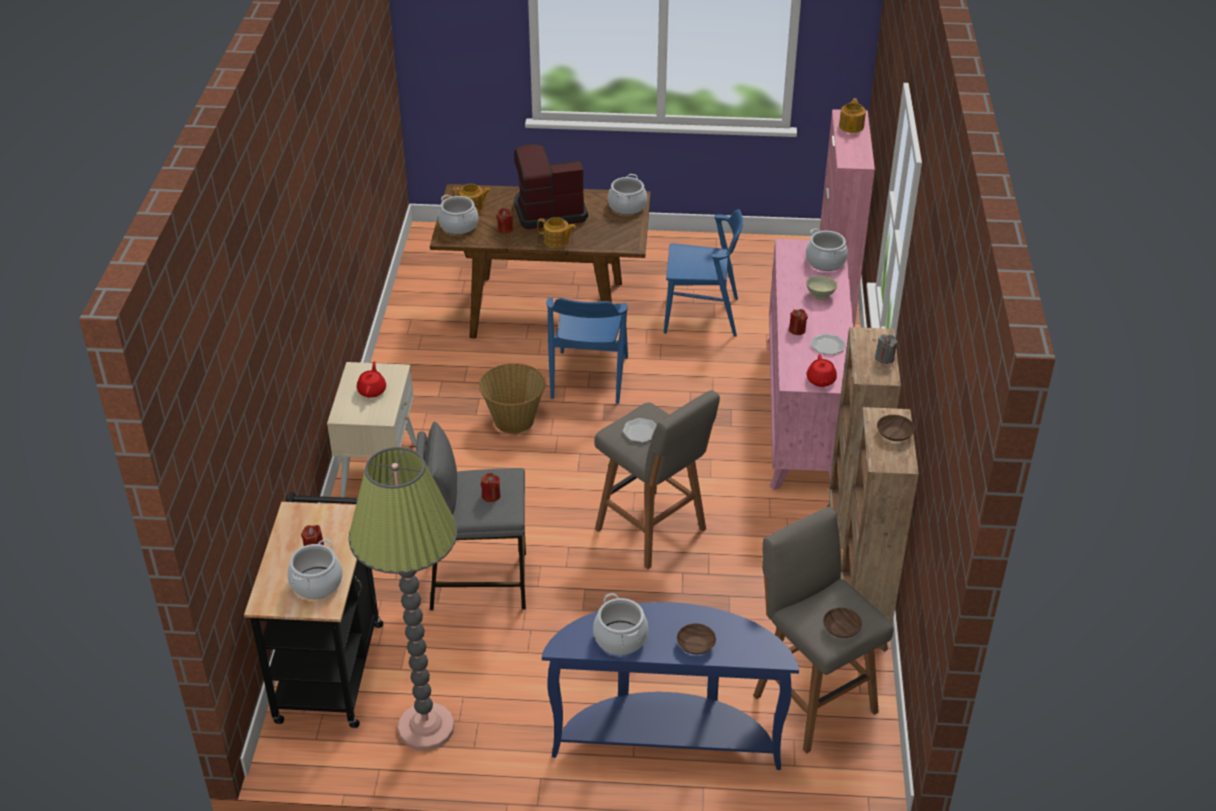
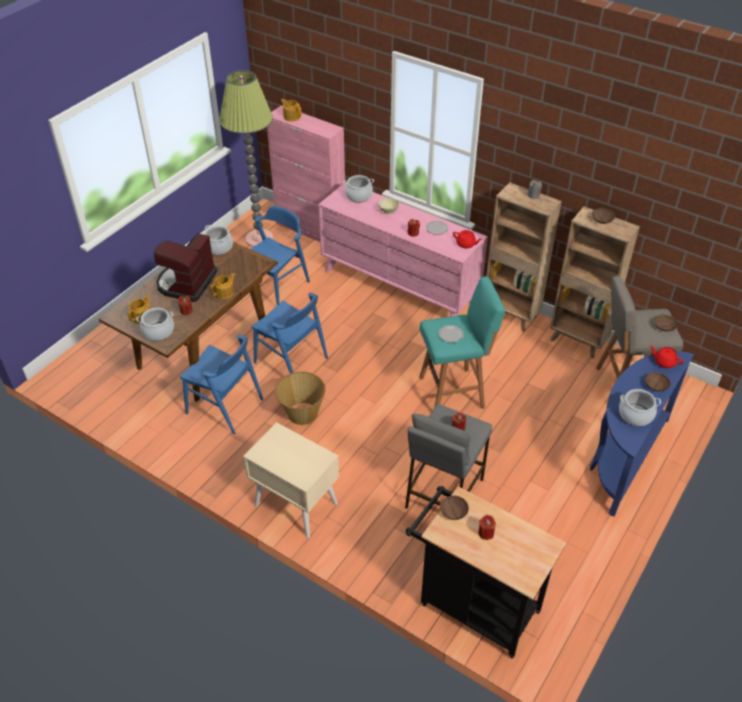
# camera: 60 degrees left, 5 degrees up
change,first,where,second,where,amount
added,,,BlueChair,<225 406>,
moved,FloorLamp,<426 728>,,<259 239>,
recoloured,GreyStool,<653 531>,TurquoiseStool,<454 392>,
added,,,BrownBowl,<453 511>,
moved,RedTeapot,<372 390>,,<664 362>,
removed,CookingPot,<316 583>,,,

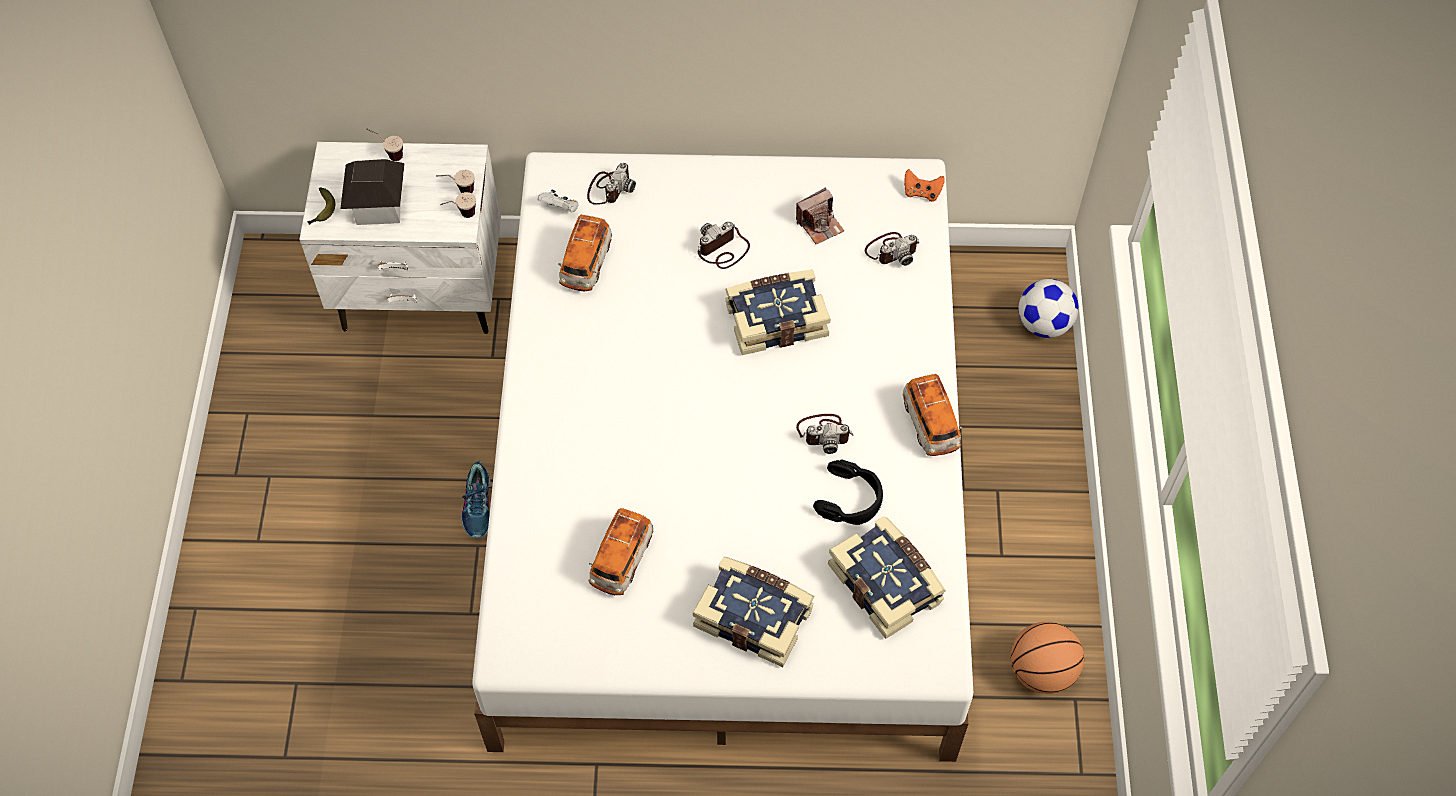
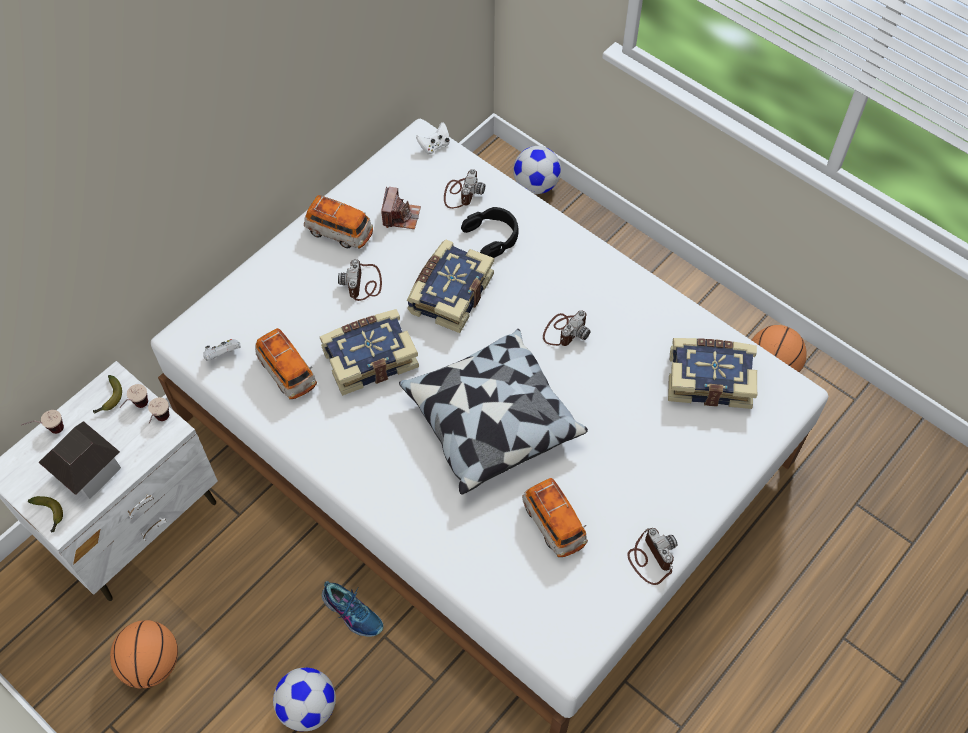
# camera: 50 degrees left, 0 degrees up
change,first,where,second,where,amount
added,,,Banana,<109 399>,
added,,,Basketball,<152 664>,
added,,,Football,<308 707>,
moved,ToyCar,<930 424>,,<339 232>,
moved,Book,<754 616>,,<369 357>,
added,,,Pillow,<490 420>,
recoloured,OrangeGameController,<922 193>,WhiteGameController,<434 146>,
moved,BlackHeadphones,<850 499>,,<493 236>,
moved,PhotoCamera,<609 188>,,<650 558>,

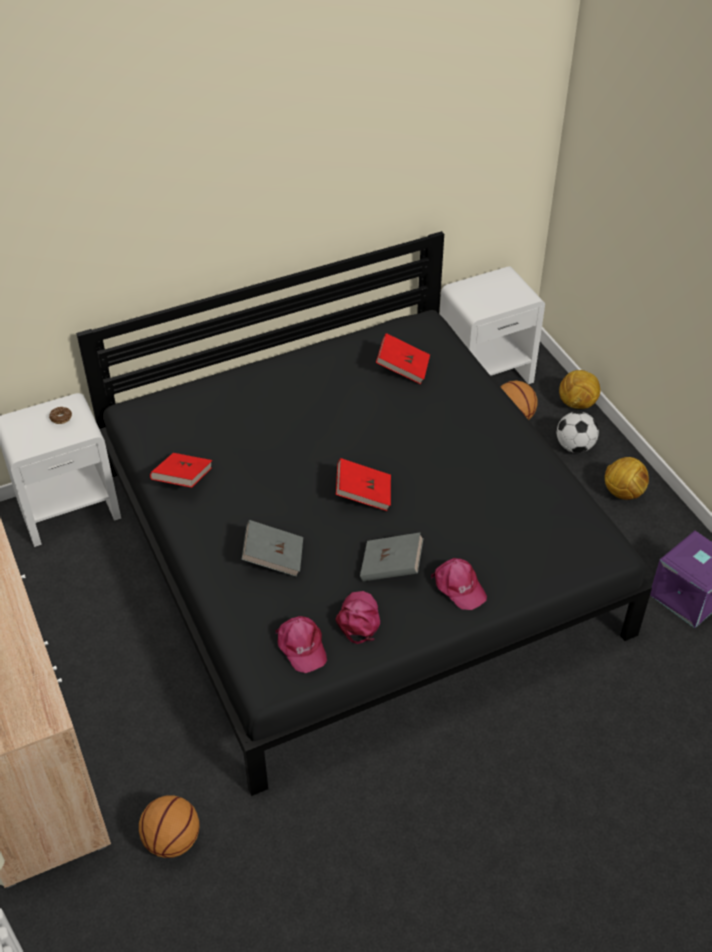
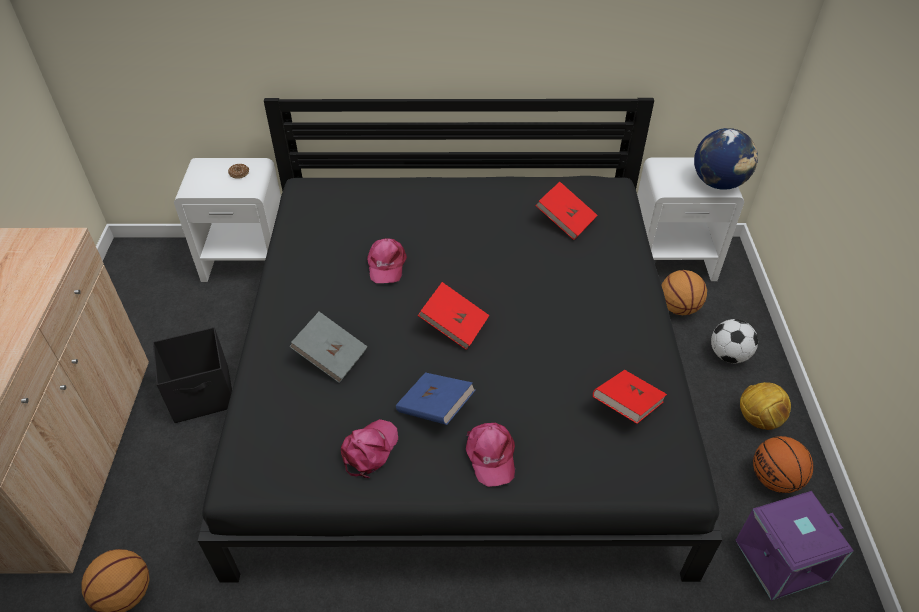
# camera: 25 degrees right, 0 degrees up
change,first,where,second,where,amount
added,,,BlackStorageBox,<203 394>,
moved,PinkCap,<301 646>,,<386 265>,
recoloured,GreyBook,<391 567>,BlueBook,<435 408>,
moved,RedBook,<183 480>,,<626 405>,
added,,,Globe,<718 183>,
added,,,Basketball,<774 479>,
removed,Football,<577 404>,,,

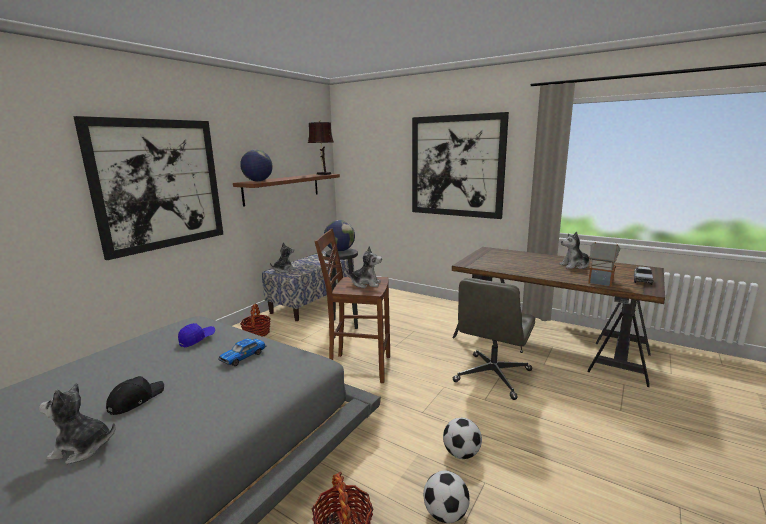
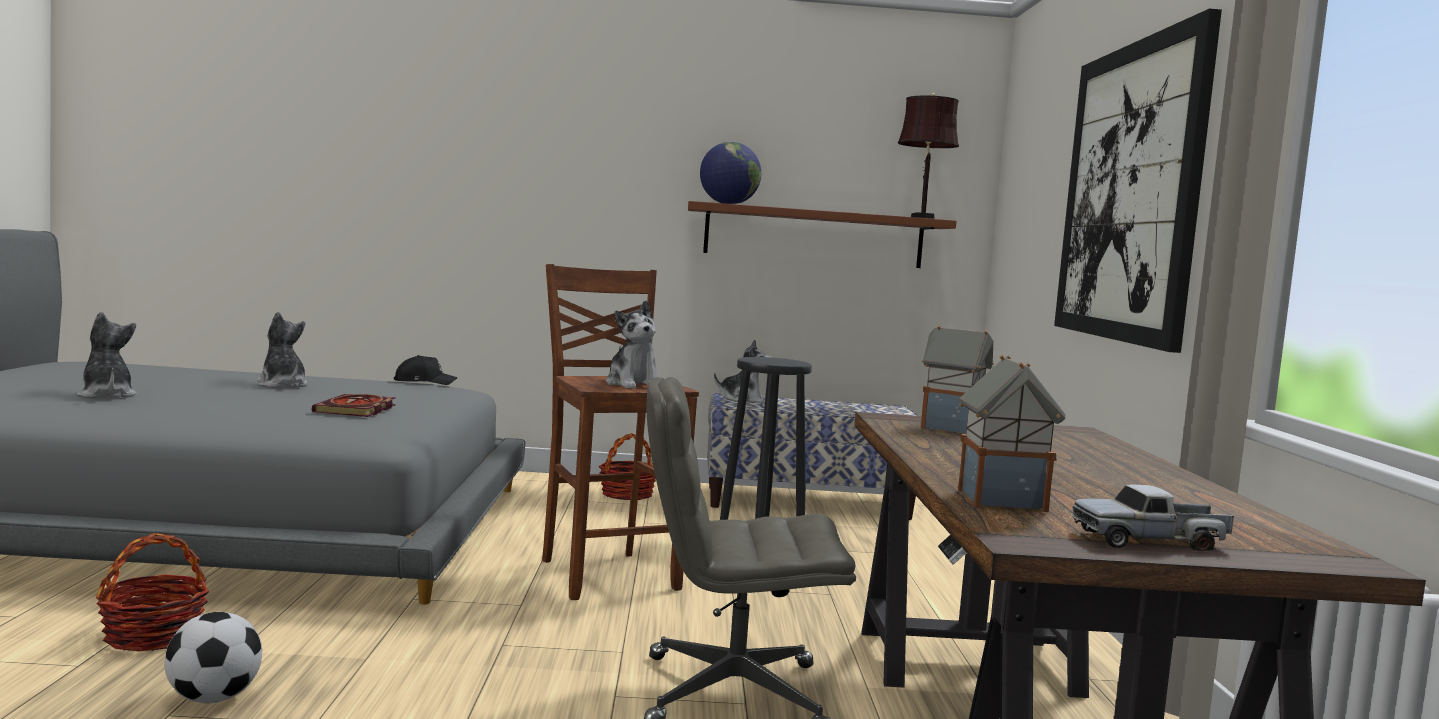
# camera: 55 degrees right, 10 degrees down
change,first,where,second,where,amount
moved,PlushToy,<574 266>,,<282 385>,
replaced,ToyCar,<243 357>,Book,<356 410>,
moved,BlackCap,<135 400>,,<424 382>,
added,,,ToyHouse,<950 428>,
removed,Picture,<159 184>,,,
removed,BlueCap,<197 340>,,,
removed,Globe,<340 250>,,,
removed,Football,<461 453>,,,

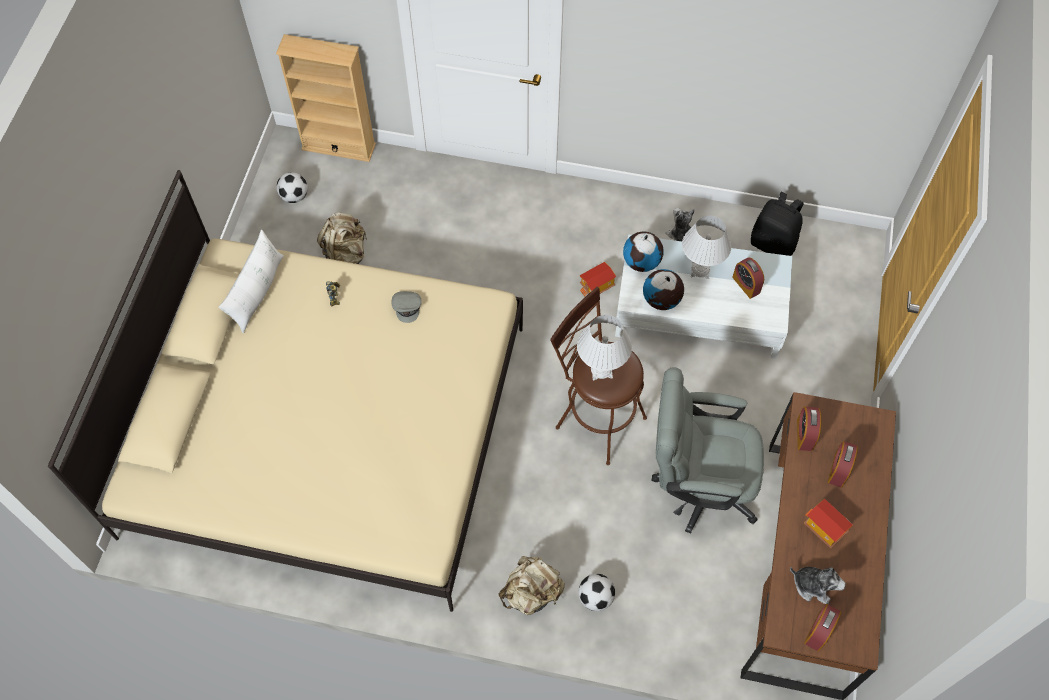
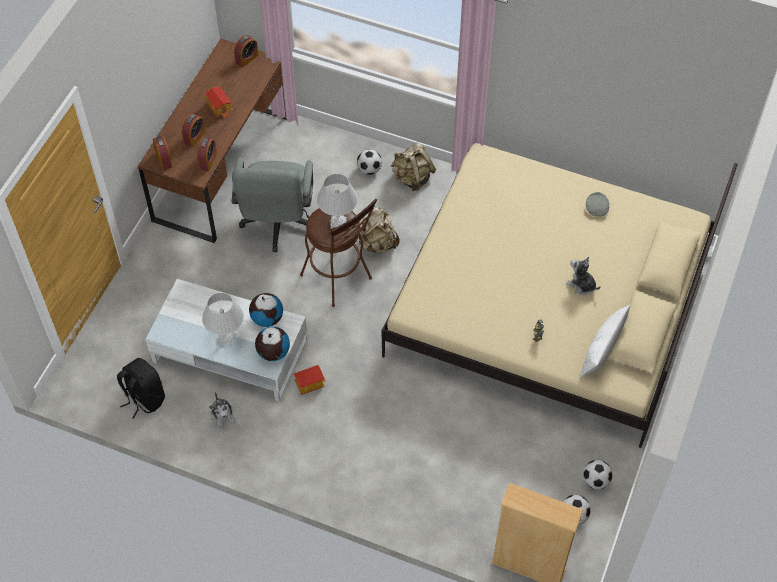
# camera: 170 degrees left, 5 degrees down
change,first,where,second,where,amount
moved,AlarmClock,<746 285>,,<164 159>,
turned,GreyOfficeChair,<696 484>,,<277 225>,75 degrees clockwise
moved,BeigeBackpack,<346 255>,,<378 243>,
moved,PlushToy,<813 585>,,<581 285>,
added,,,Football,<595 481>,
moved,GreyCap,<407 307>,,<596 207>,

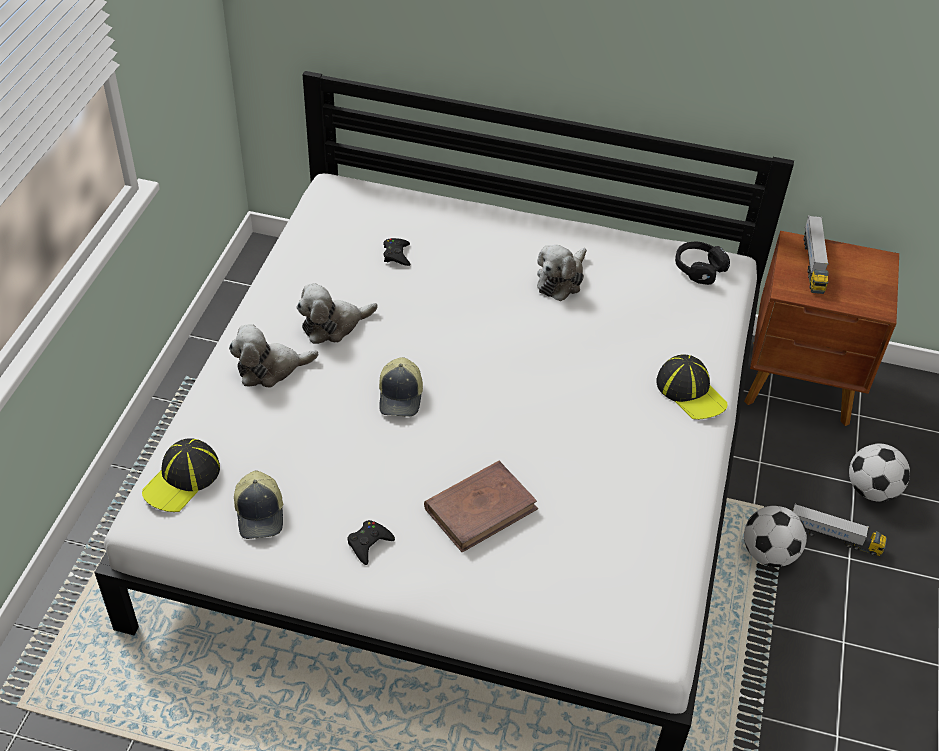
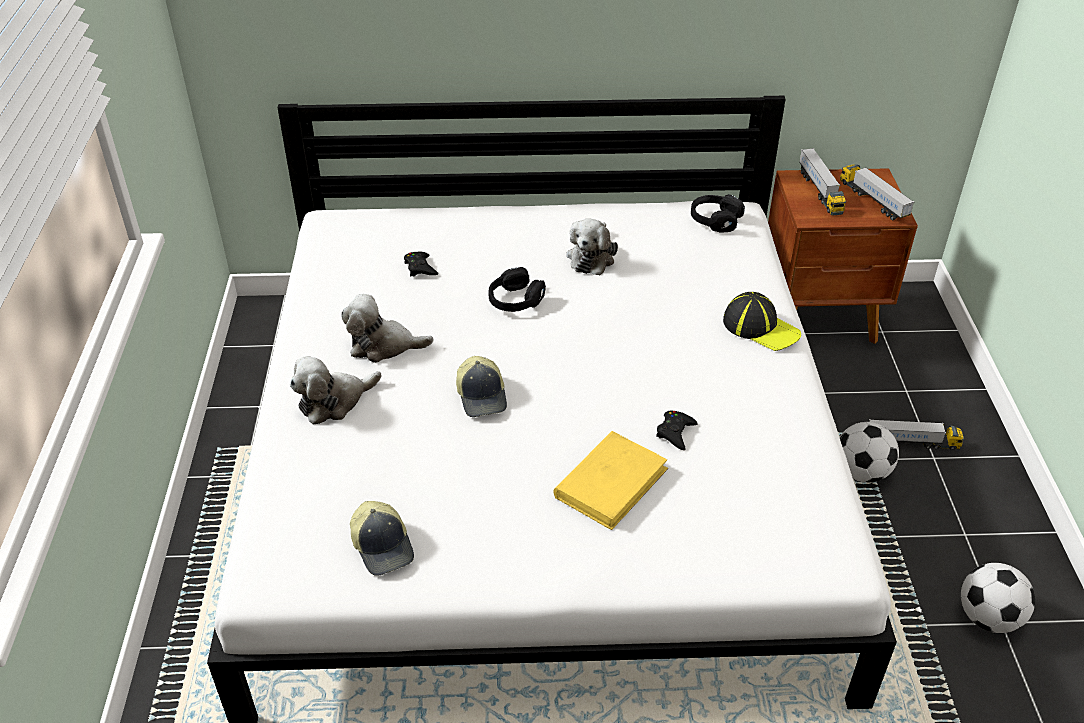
# camera: 15 degrees left, 5 degrees down
change,first,where,second,where,amount
turned,PlushToy,<333 325>,,<383 345>,45 degrees clockwise
added,,,BlackHeadphones,<515 300>,
recoloured,BrownBook,<481 509>,YellowBook,<611 483>,
moved,BlackGameController,<369 544>,,<675 432>,
added,,,ToyTruck,<873 200>,
moved,Football,<871 490>,,<988 618>,
removed,Cap,<182 479>,,,

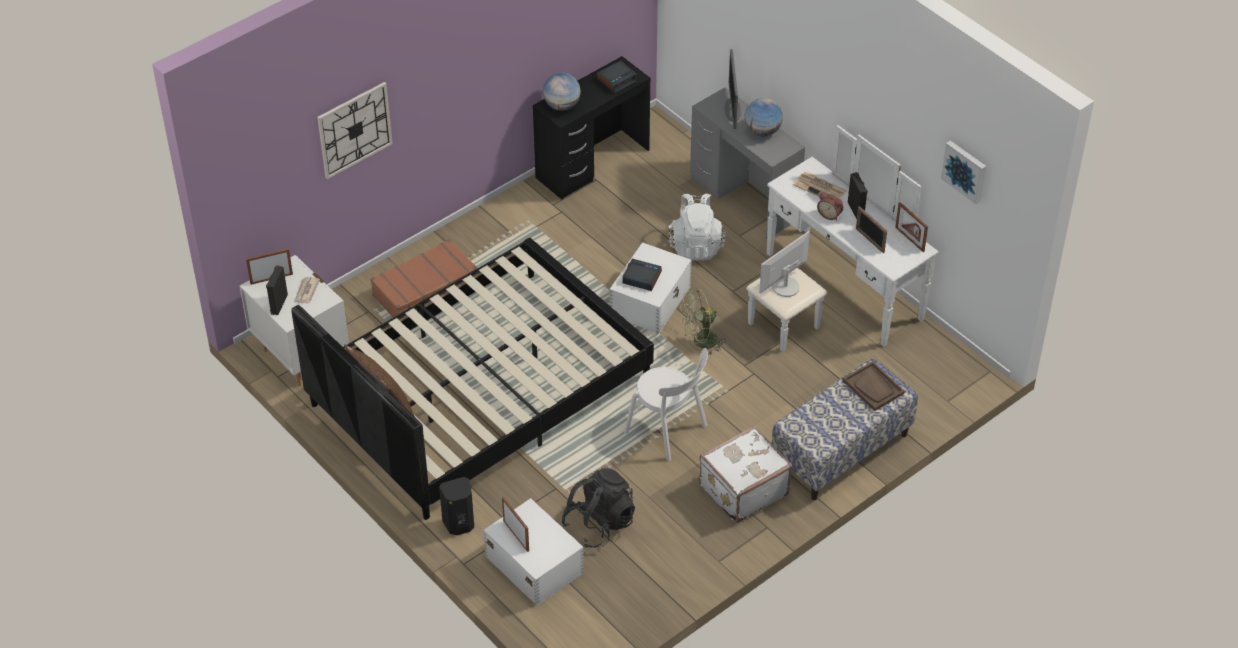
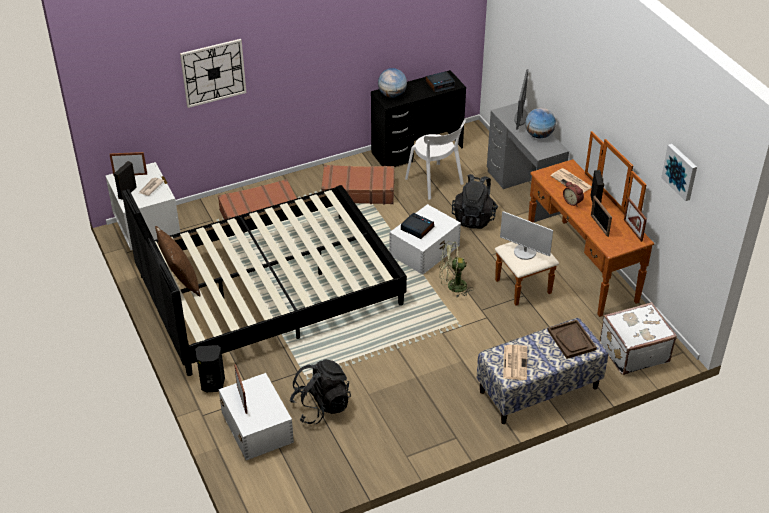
# camera: 15 degrees right, 5 degrees down
change,first,where,second,where,amount
added,,,BrownSuitcase,<358 191>,
moved,WhiteChair,<668 431>,,<435 182>,
recoloured,WhiteBackpack,<696 245>,BlackBackpack,<474 217>,
recoloured,WhiteDresser,<831 295>,BrownDresser,<568 271>,
turned,Monitor,<785 286>,,<525 252>,120 degrees counterclockwise
added,,,Newspaper,<514 362>,
moved,WhiteSuitcase,<742 489>,,<633 351>,

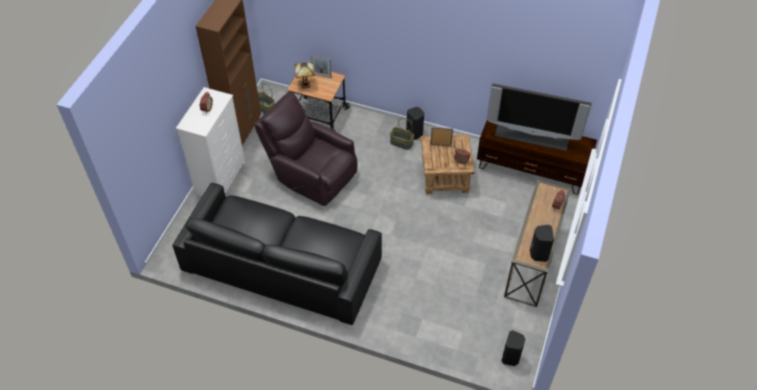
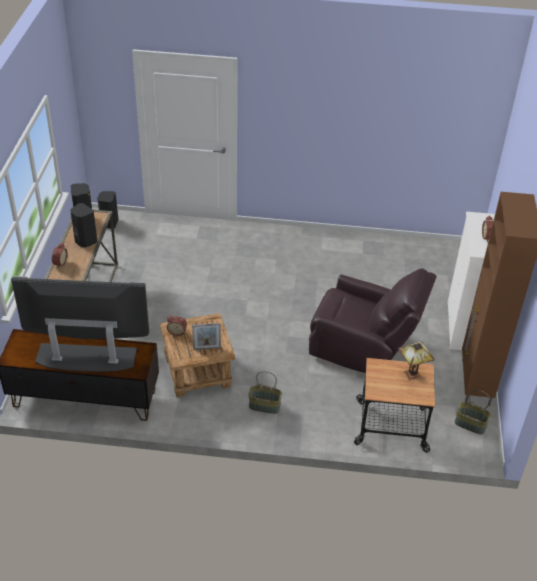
# camera: 165 degrees right, 10 degrees down
change,first,where,second,where,amount
moved,BlackSpeaker,<415 133>,,<85 241>,
removed,BlackSofa,<282 264>,,,
removed,PictureFrame,<321 75>,,,

